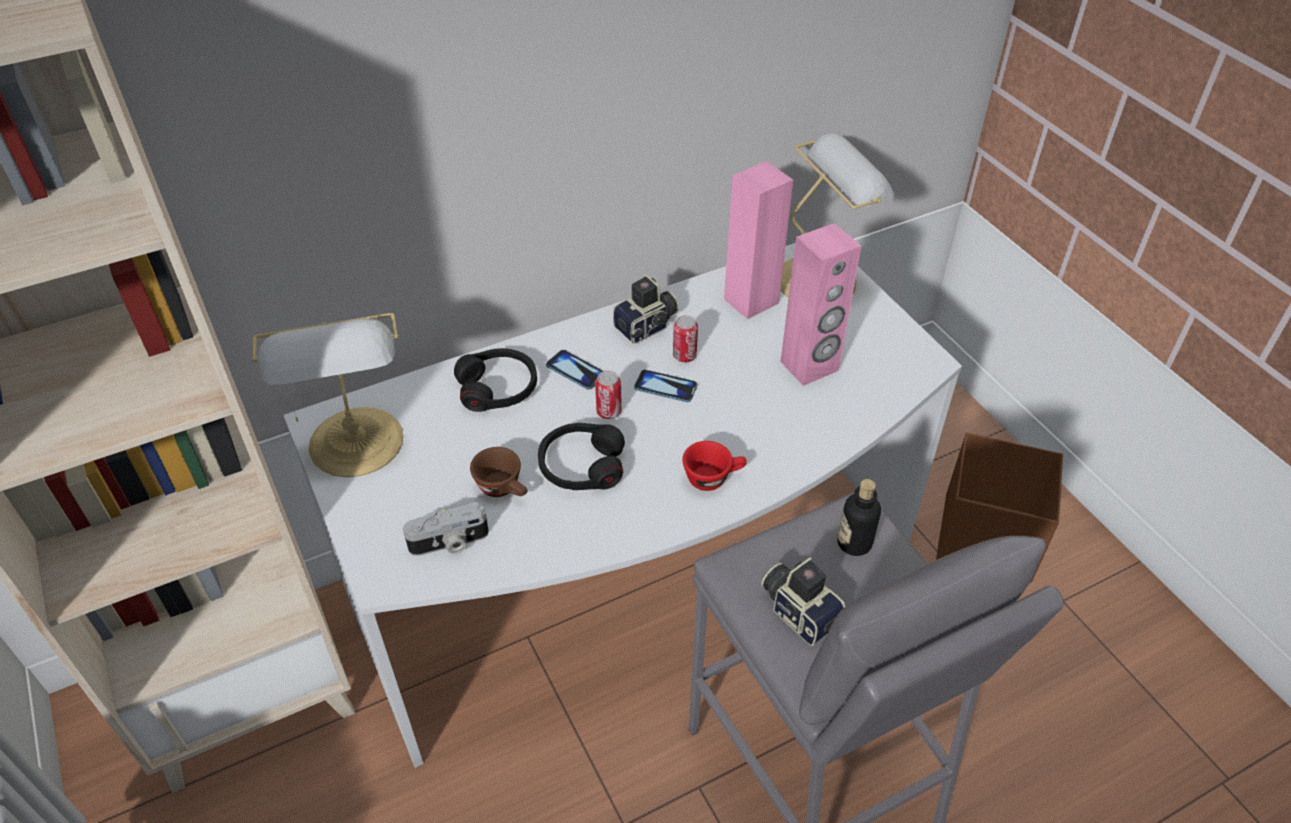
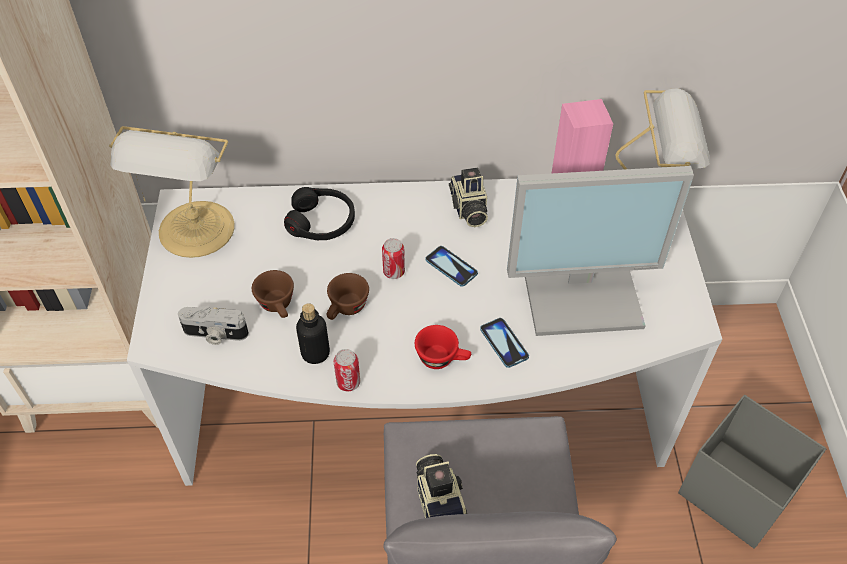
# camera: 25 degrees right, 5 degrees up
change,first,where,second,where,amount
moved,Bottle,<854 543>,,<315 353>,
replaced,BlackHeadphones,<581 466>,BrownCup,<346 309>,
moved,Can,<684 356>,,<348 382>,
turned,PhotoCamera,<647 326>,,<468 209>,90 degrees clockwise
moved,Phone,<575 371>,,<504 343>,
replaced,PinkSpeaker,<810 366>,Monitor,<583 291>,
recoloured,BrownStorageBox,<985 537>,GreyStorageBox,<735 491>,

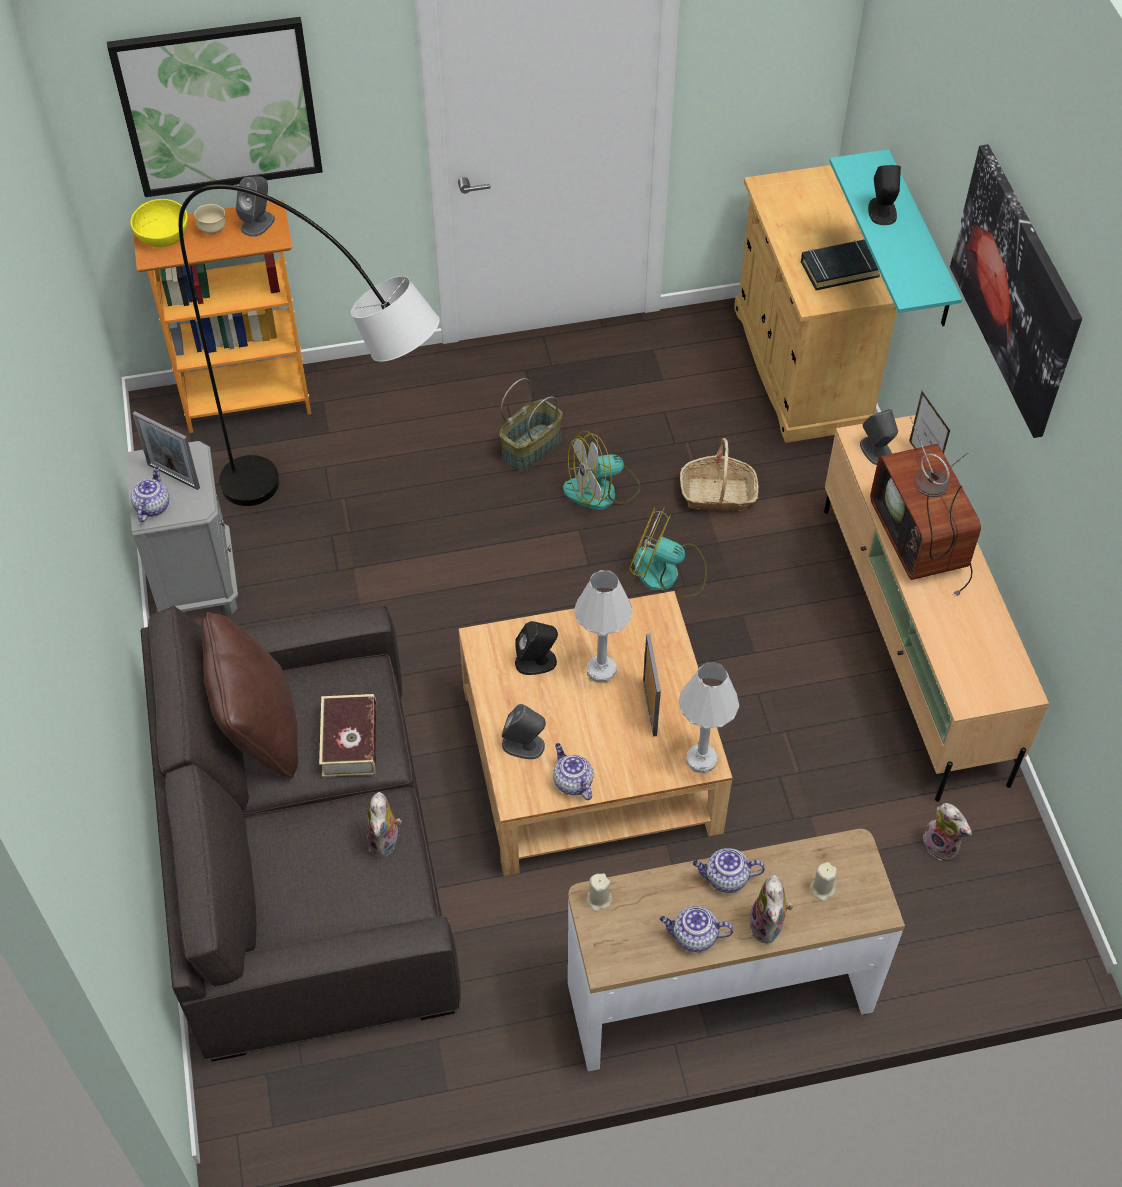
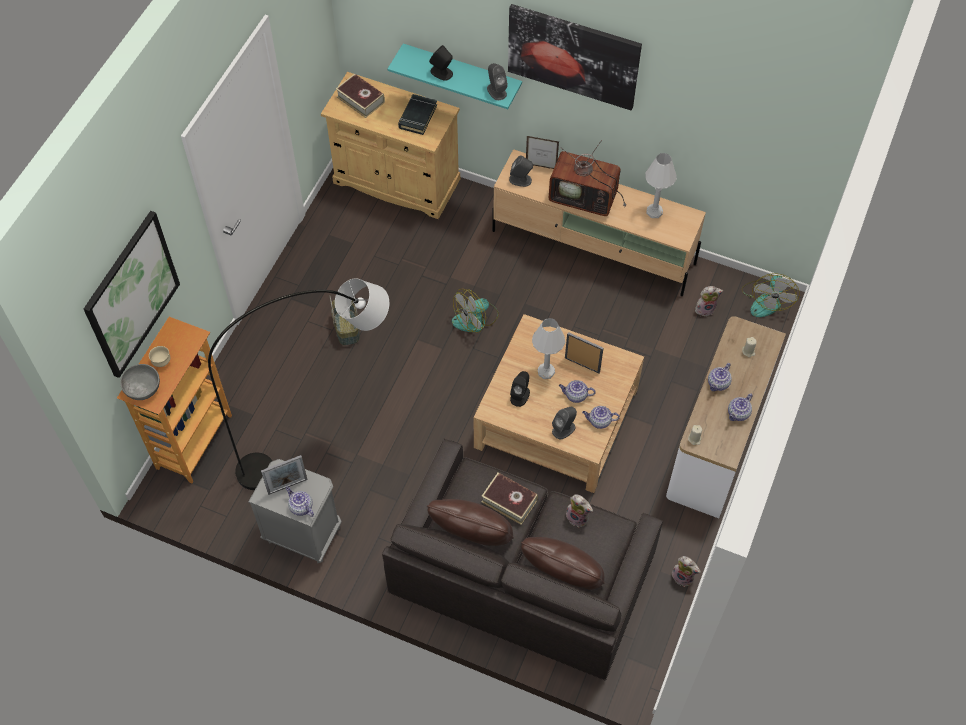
# camera: 55 degrees left, 5 degrees up
change,first,where,second,where,amount
recoloured,YellowBowl,<163 235>,GreyBowl,<143 388>,
added,,,Book,<360 99>,
moved,GreySpeaker,<258 223>,,<496 91>,
added,,,BrownPillow,<561 578>,
added,,,Teapot,<575 396>,
moved,WhiteTableLamp,<701 759>,,<654 212>,
moved,PlushToy,<768 926>,,<684 576>,
moved,Fan,<602 490>,,<766 299>,
removed,Basket,<718 494>,,,

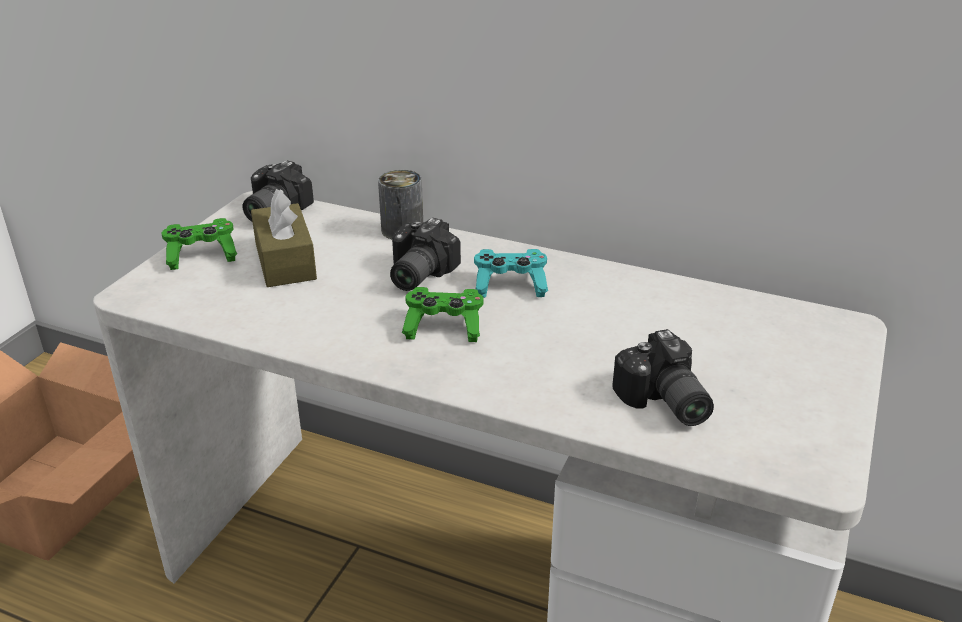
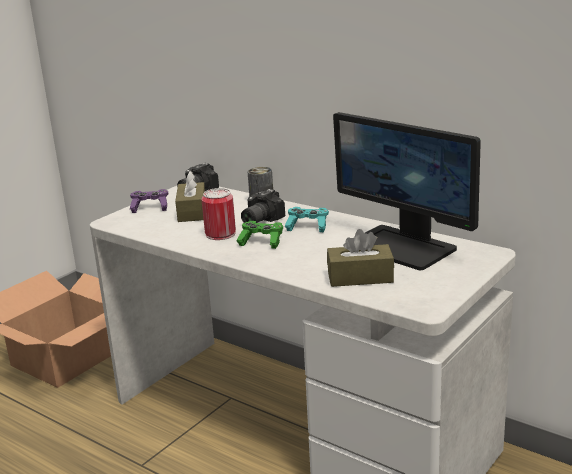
# camera: 15 degrees right, 10 degrees down
change,first,where,second,where,amount
recoloured,GreenGameController,<202 255>,PurpleGameController,<150 207>,
added,,,Can,<220 234>,
replaced,PhotoCamera,<662 403>,BrownTissueBox,<360 277>,
added,,,Monitor,<402 247>,

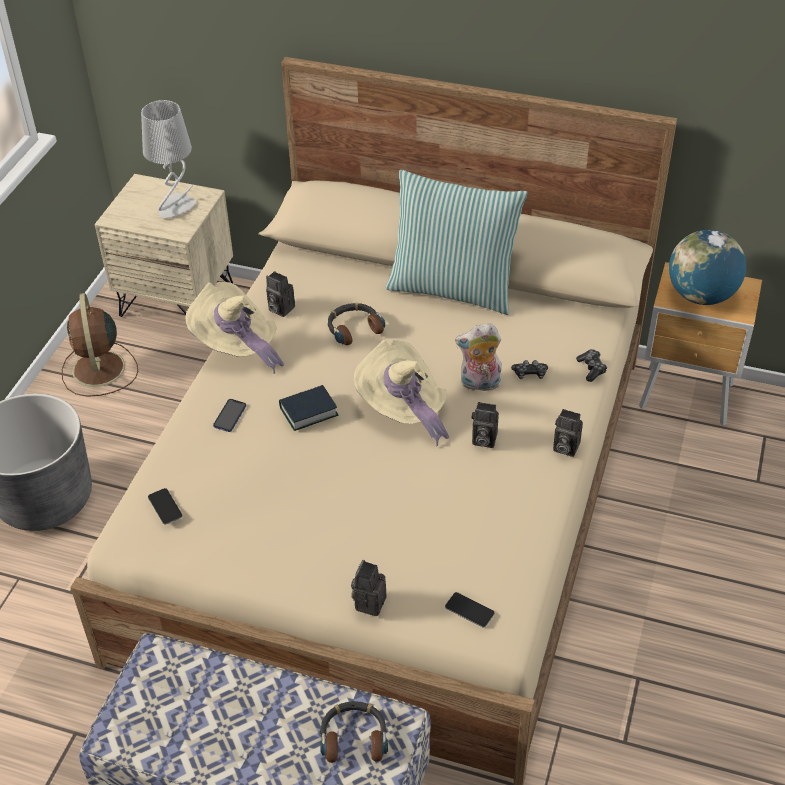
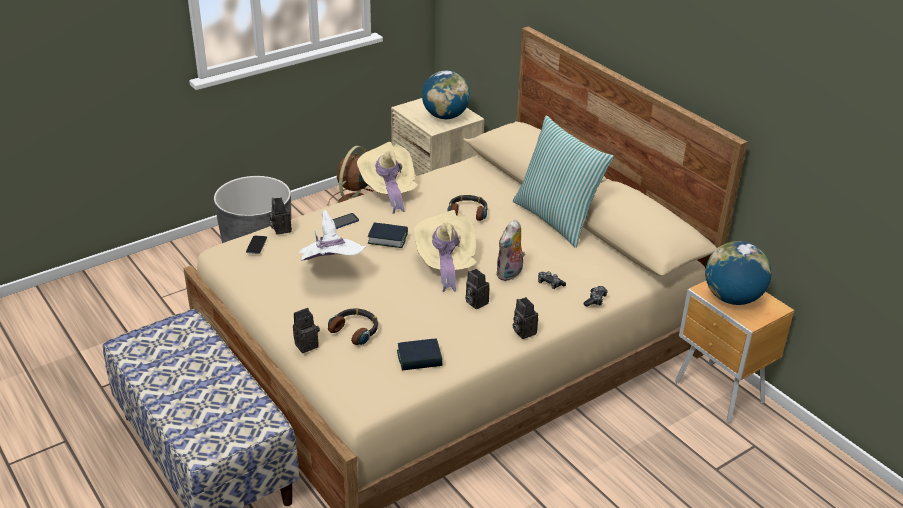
# camera: 35 degrees right, 10 degrees down
change,first,where,second,where,amount
moved,PhotoCamera,<279 309>,,<280 229>,
added,,,WhiteHat,<331 269>,
moved,Headphones,<354 737>,,<355 330>,
added,,,Book,<419 359>,
replaced,GreyTableLamp,<176 207>,Globe,<445 116>,
turned,PlushToy,<479 384>,,<510 274>,90 degrees counterclockwise
removed,Phone,<469 610>,,,

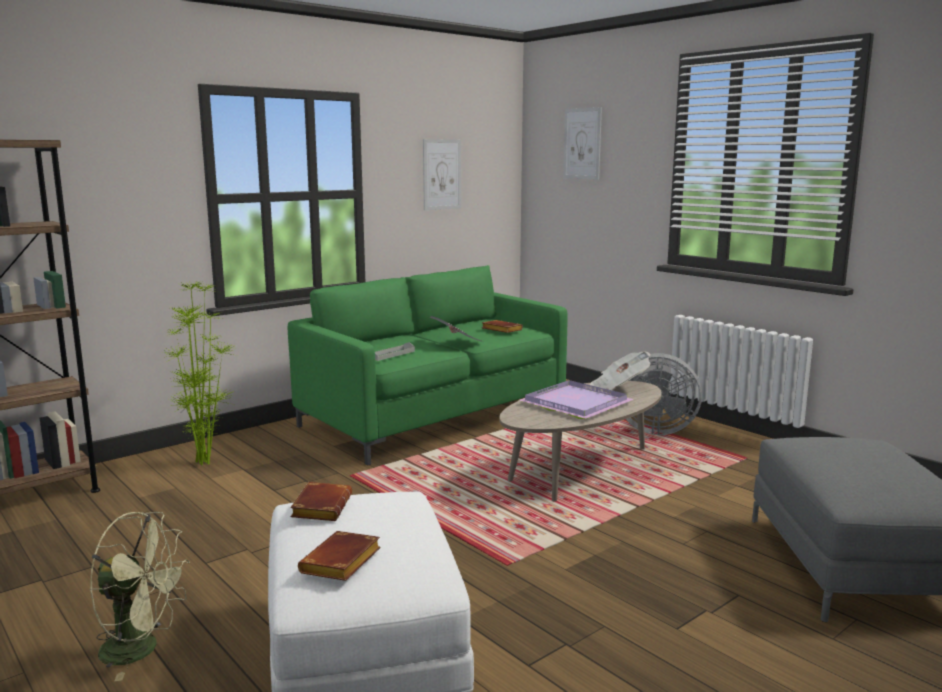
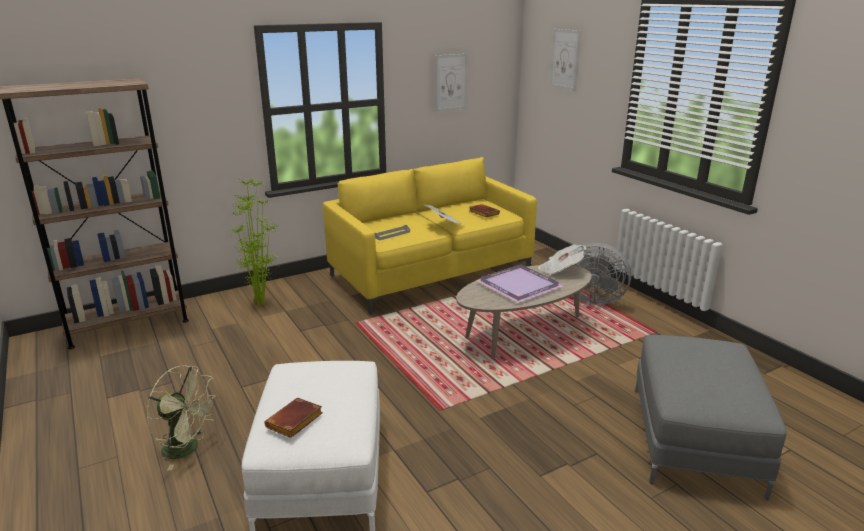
# camera: 10 degrees right, 10 degrees up
change,first,where,second,where,amount
recoloured,GreenSofa,<434 418>,YellowSofa,<430 275>,
removed,BrownBook,<320 507>,,,

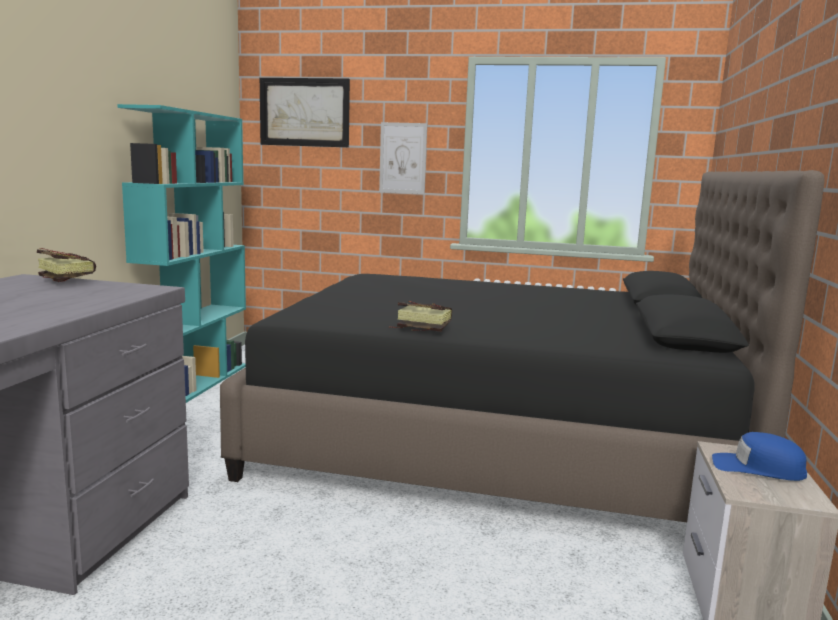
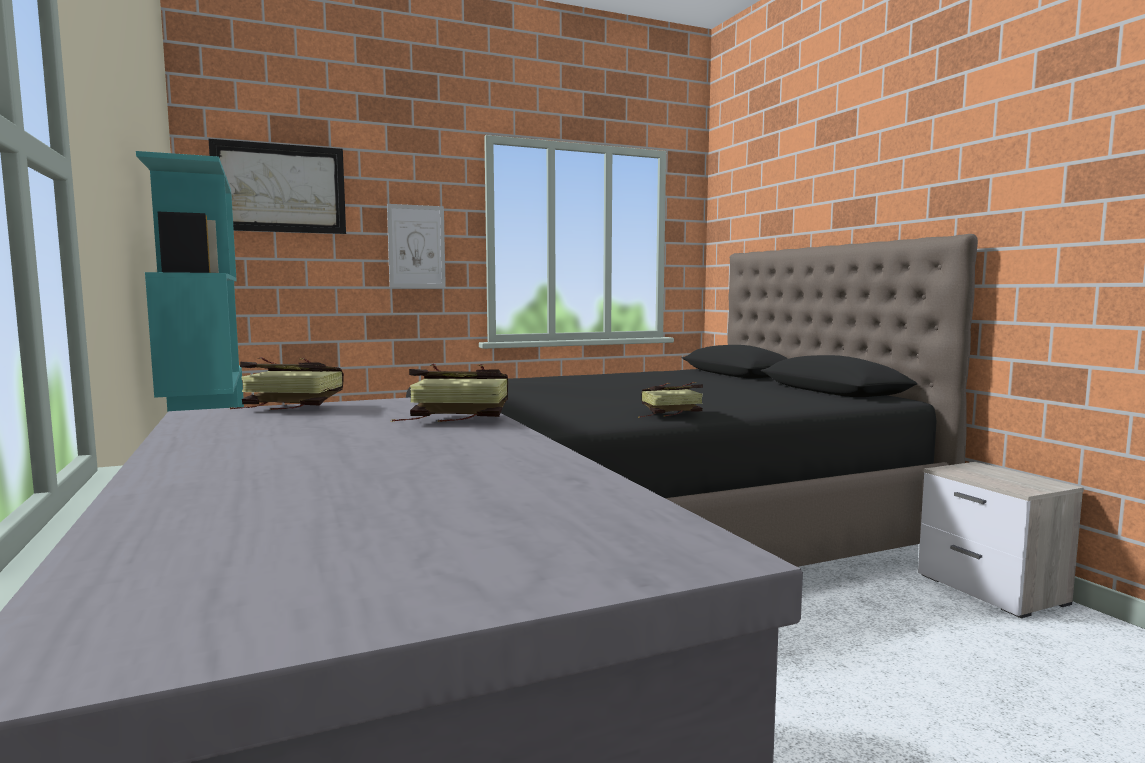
# camera: 35 degrees left, 5 degrees down
change,first,where,second,where,amount
added,,,Book,<450 419>,
removed,BlueCap,<757 468>,,,

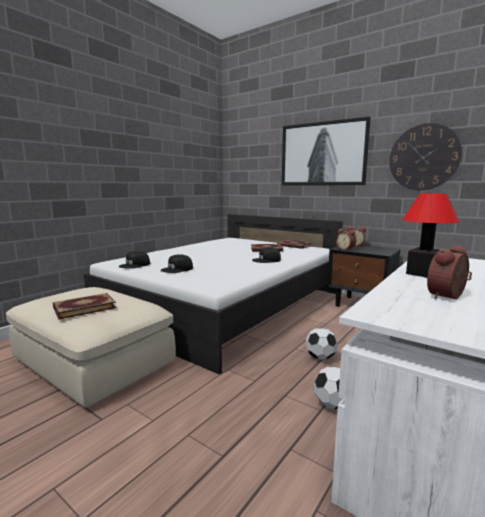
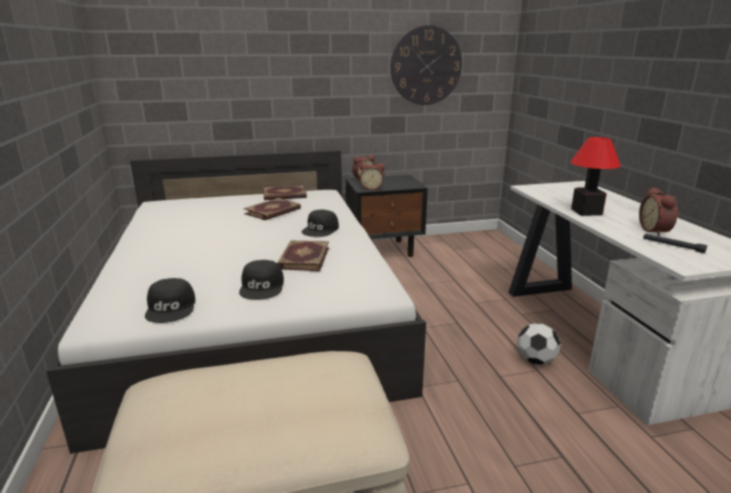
# camera: 50 degrees left, 10 degrees up
change,first,where,second,where,amount
moved,Book,<84 307>,,<303 258>,
added,,,BlackFlashlight,<673 246>,
removed,Picture,<323 154>,,,
removed,Football,<320 357>,,,

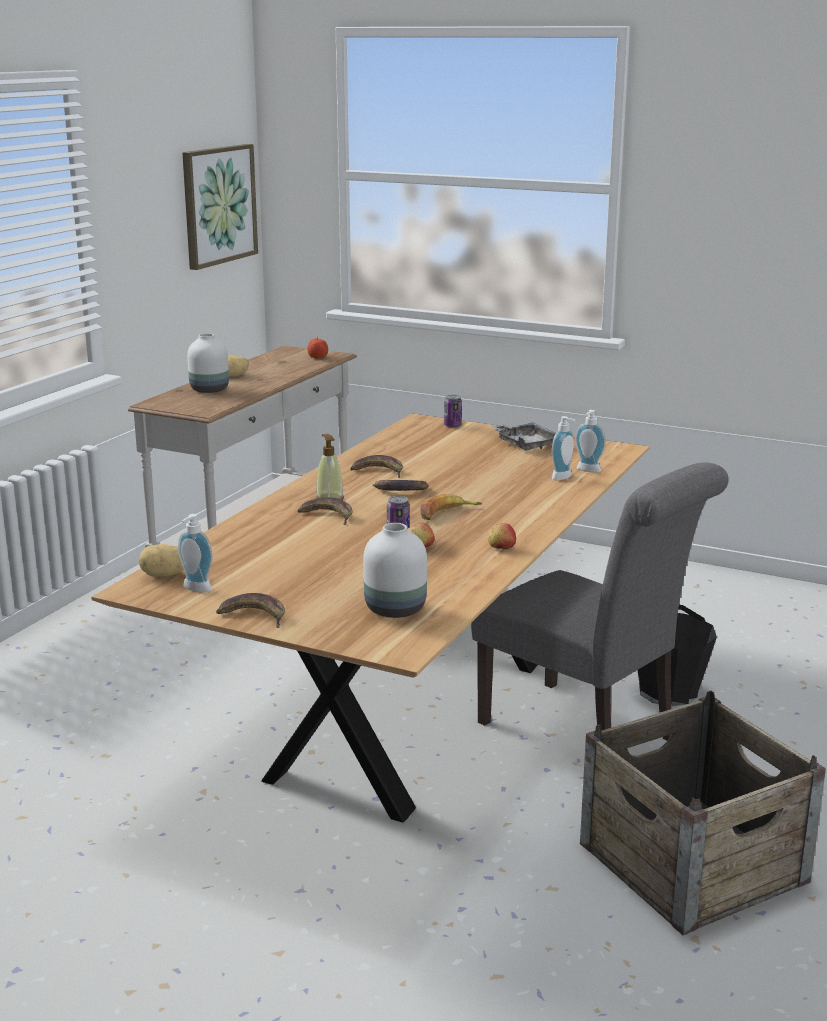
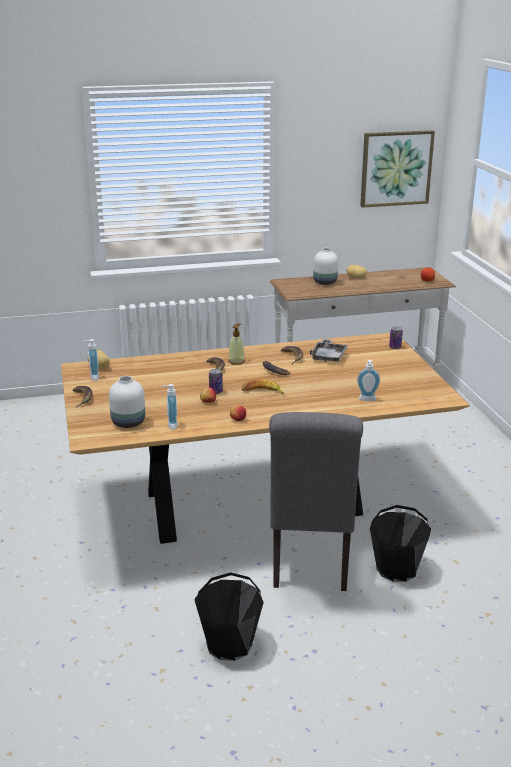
# camera: 50 degrees right, 5 degrees up
change,first,where,second,where,amount
moved,SoapDispenser,<587 470>,,<170 425>,
replaced,Crate,<692 861>,BlackBucket,<229 644>,
moved,GreyTray,<525 444>,,<328 356>,

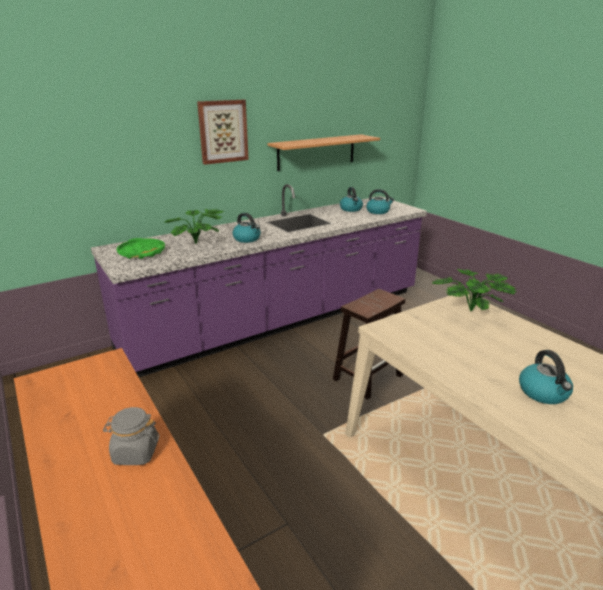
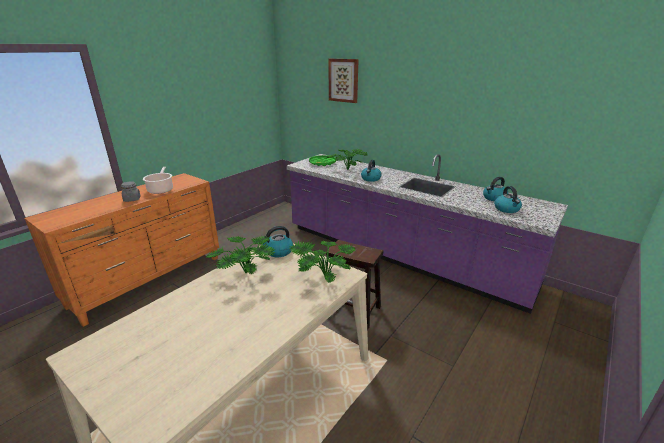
# camera: 70 degrees right, 0 degrees up
change,first,where,second,where,amount
added,,,CookingPot,<161 190>,
added,,,PottedPlant,<245 275>,
moved,Kettle,<544 393>,,<278 251>,
moved,Picture,<223 131>,,<343 80>,
removed,Shelf,<316 152>,,,

